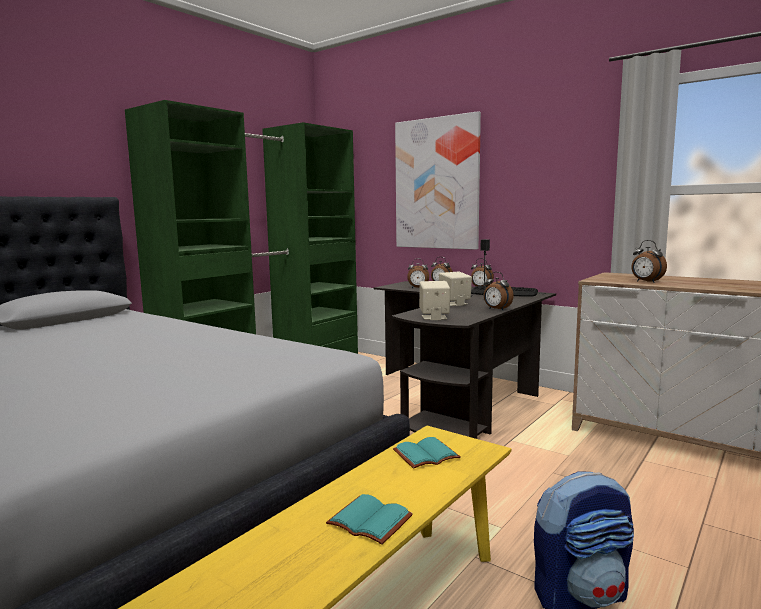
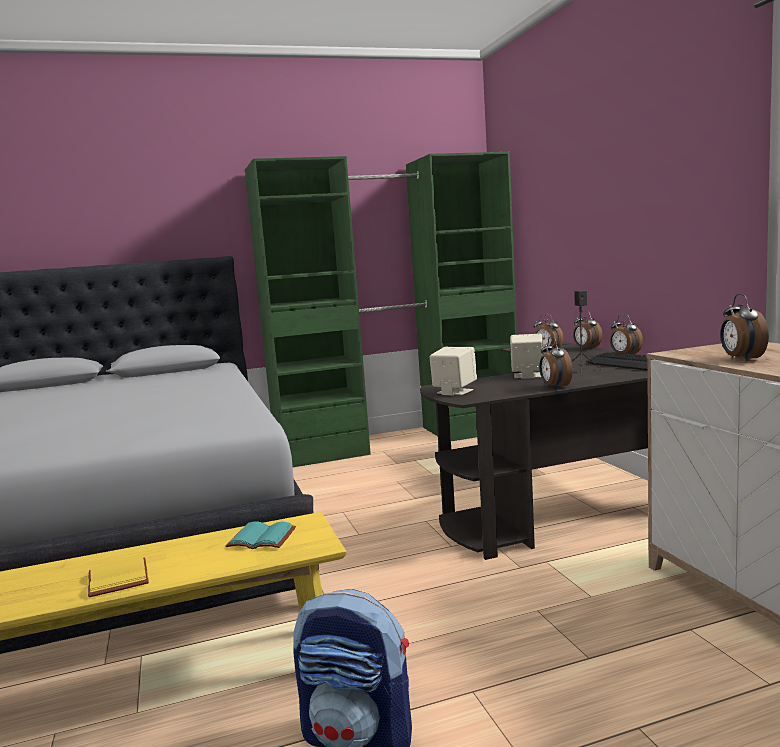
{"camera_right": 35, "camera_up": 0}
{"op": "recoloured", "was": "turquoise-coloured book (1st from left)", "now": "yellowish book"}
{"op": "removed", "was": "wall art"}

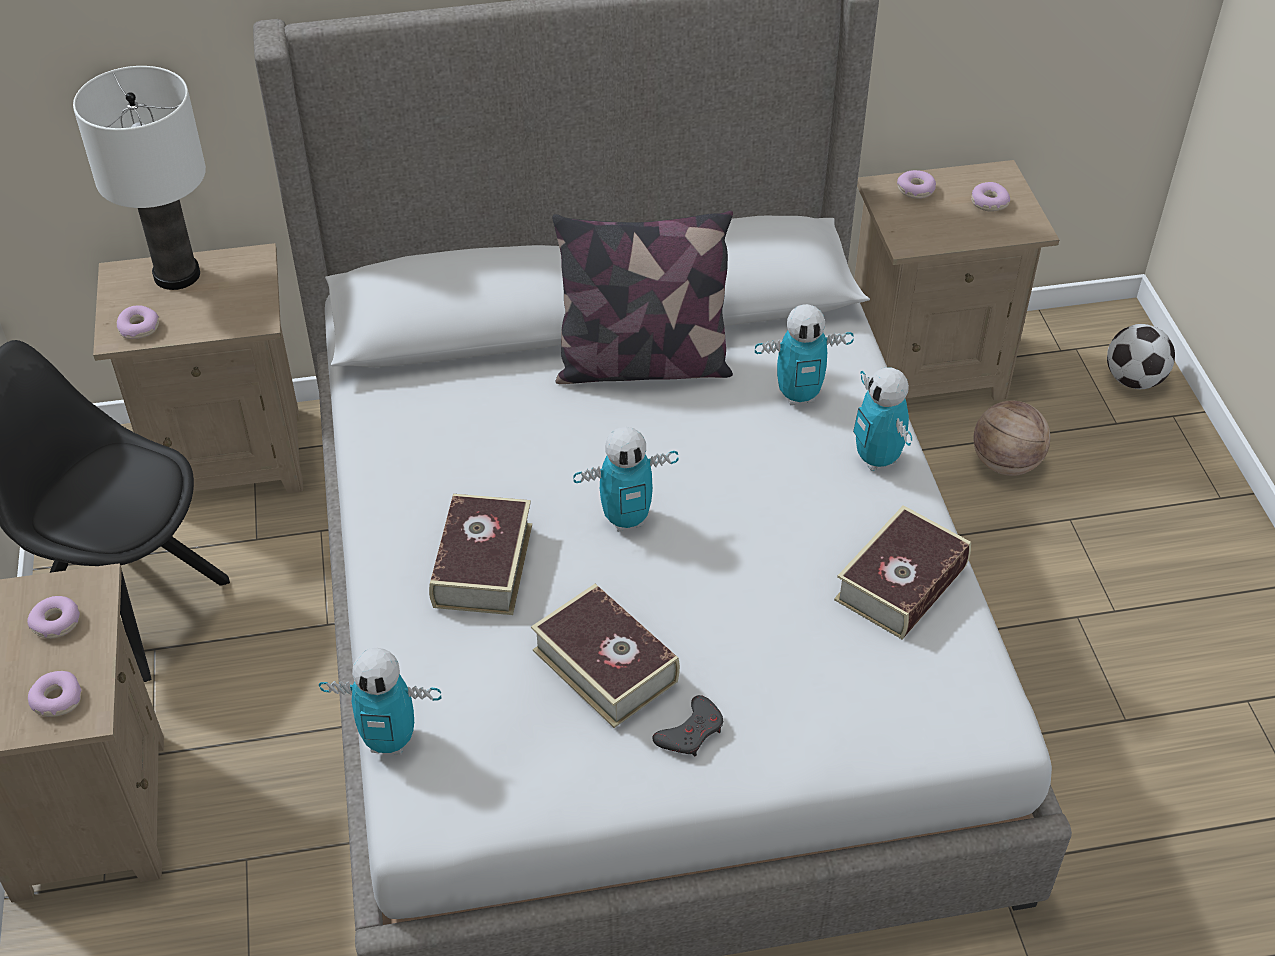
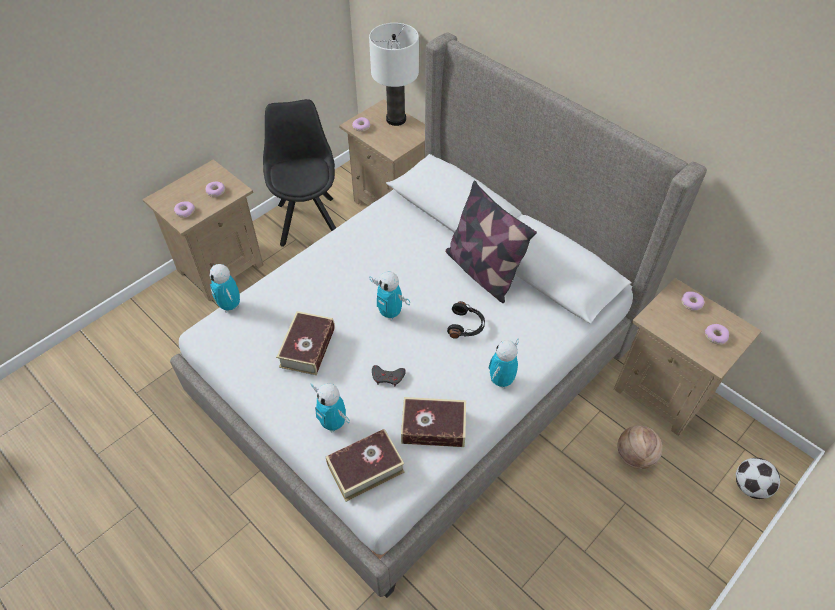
{"camera_right": 55, "camera_up": 5}
{"op": "moved", "was": "book (1st from left in the first image)", "now": "book (2nd from left)"}
{"op": "moved", "was": "gray game controller"}
{"op": "moved", "was": "model robot (3rd from left in the first image)", "now": "model robot (2nd from left)"}
{"op": "added", "now": "black headset"}

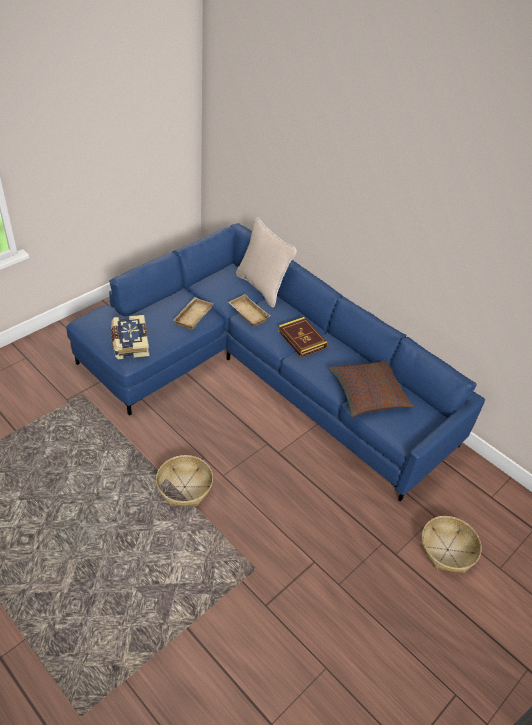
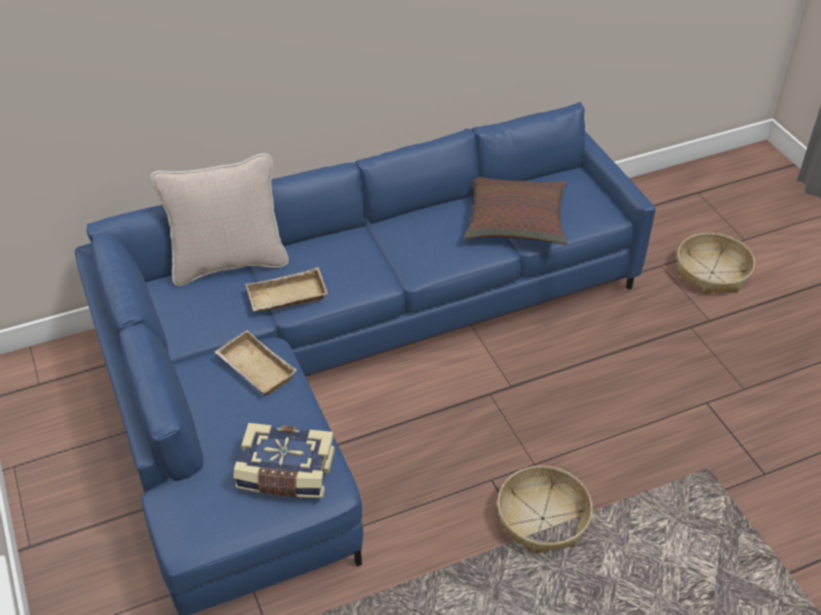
{"camera_right": -65, "camera_up": 0}
{"op": "removed", "was": "book (2nd from left)"}

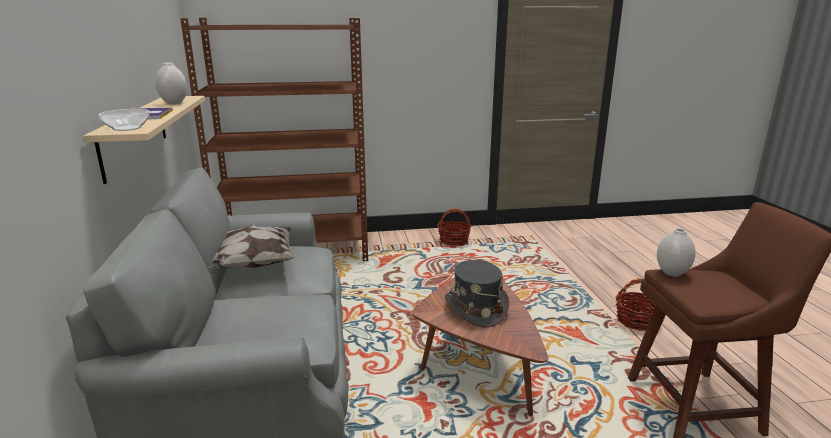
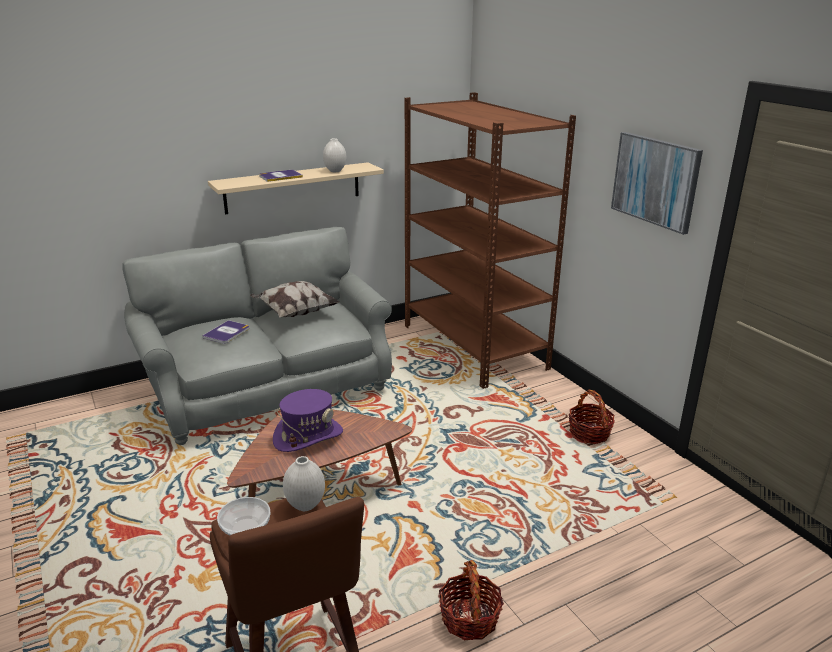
{"camera_right": 70, "camera_up": 5}
{"op": "moved", "was": "deep dish"}
{"op": "recoloured", "was": "gray hat", "now": "purple hat"}
{"op": "added", "now": "book (1st from left)"}
{"op": "added", "now": "wall art"}

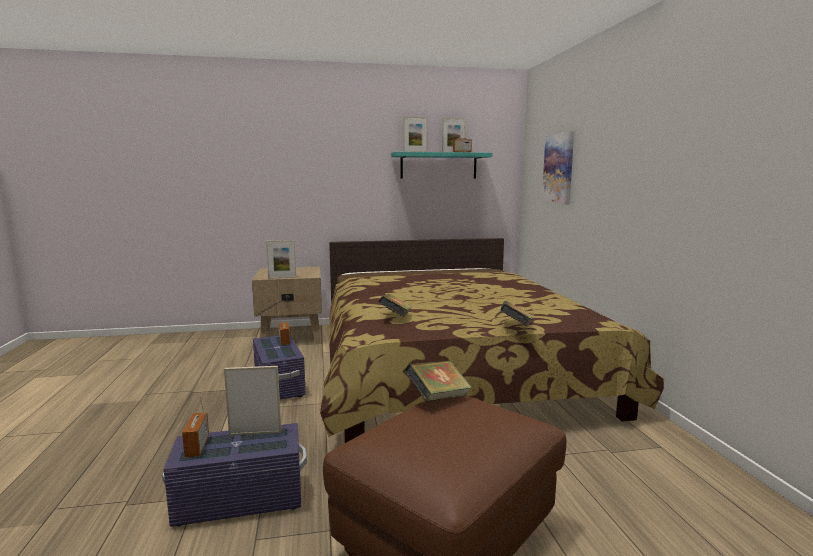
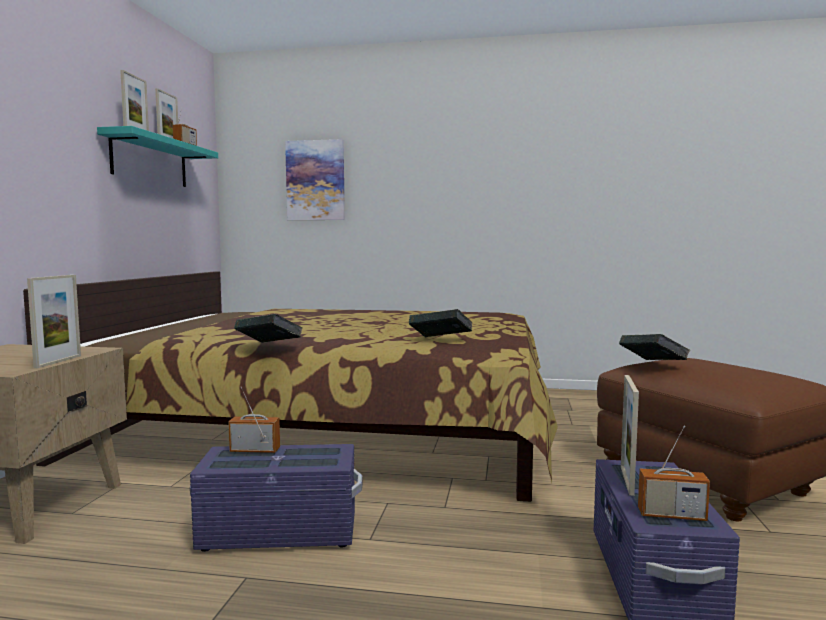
{"camera_right": -70, "camera_up": -5}
{"op": "moved", "was": "book (3rd from left in the first image)", "now": "book (1st from left)"}

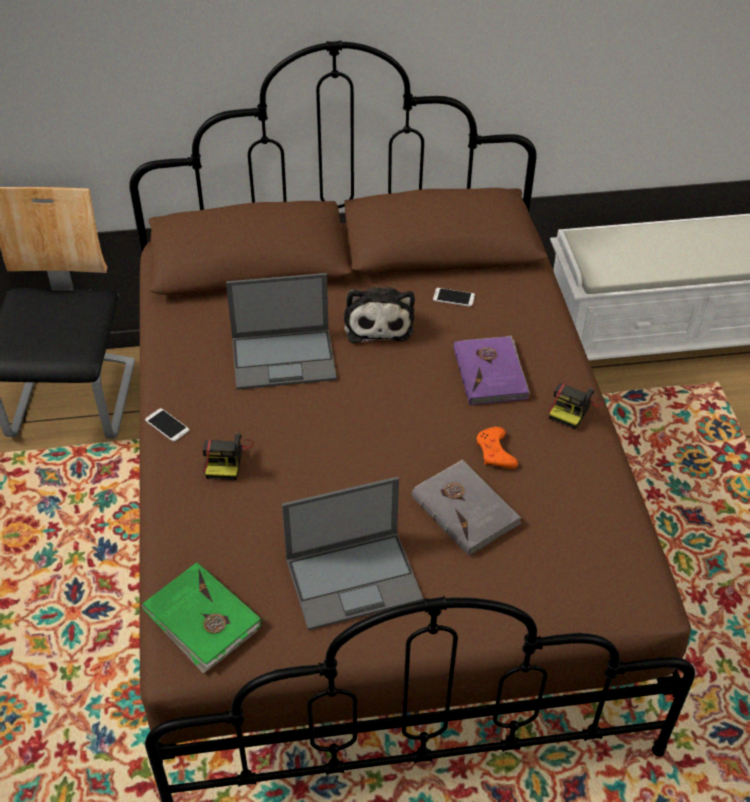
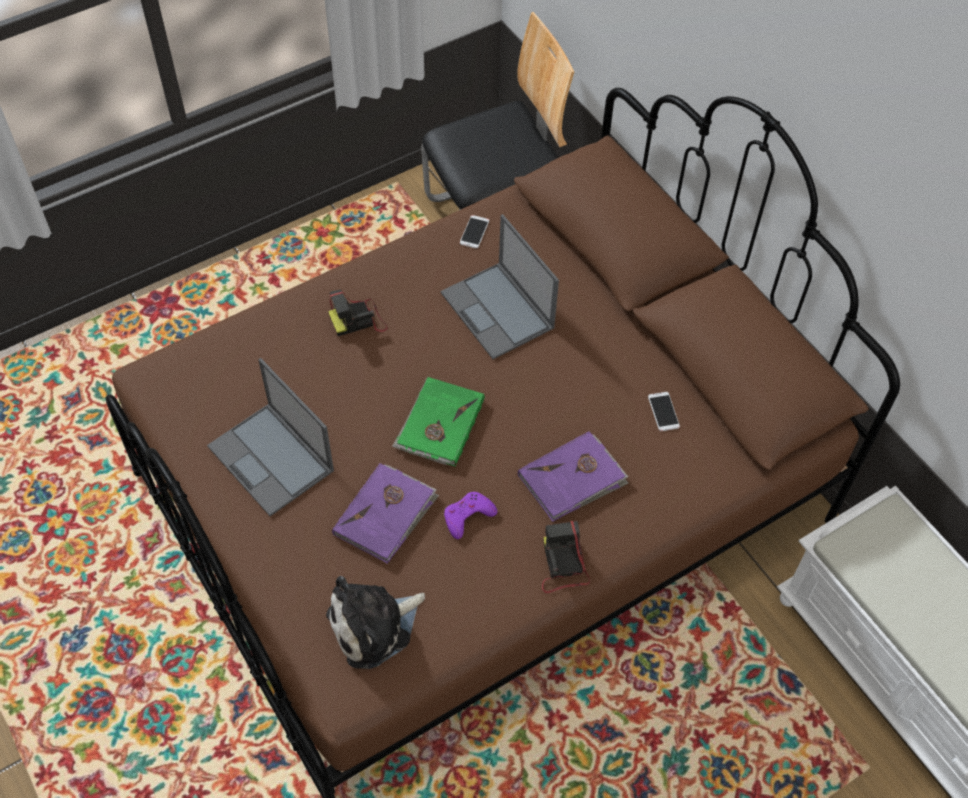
{"camera_right": 65, "camera_up": 10}
{"op": "moved", "was": "green-coloured book"}
{"op": "moved", "was": "telephone (1st from left)"}
{"op": "moved", "was": "plush toy"}
{"op": "recoloured", "was": "gray book", "now": "purple book (1st from left)"}
{"op": "recoloured", "was": "orangey game controller", "now": "purple game controller"}
{"op": "turned", "was": "still camera (2nd from left)", "clockwise": 75}

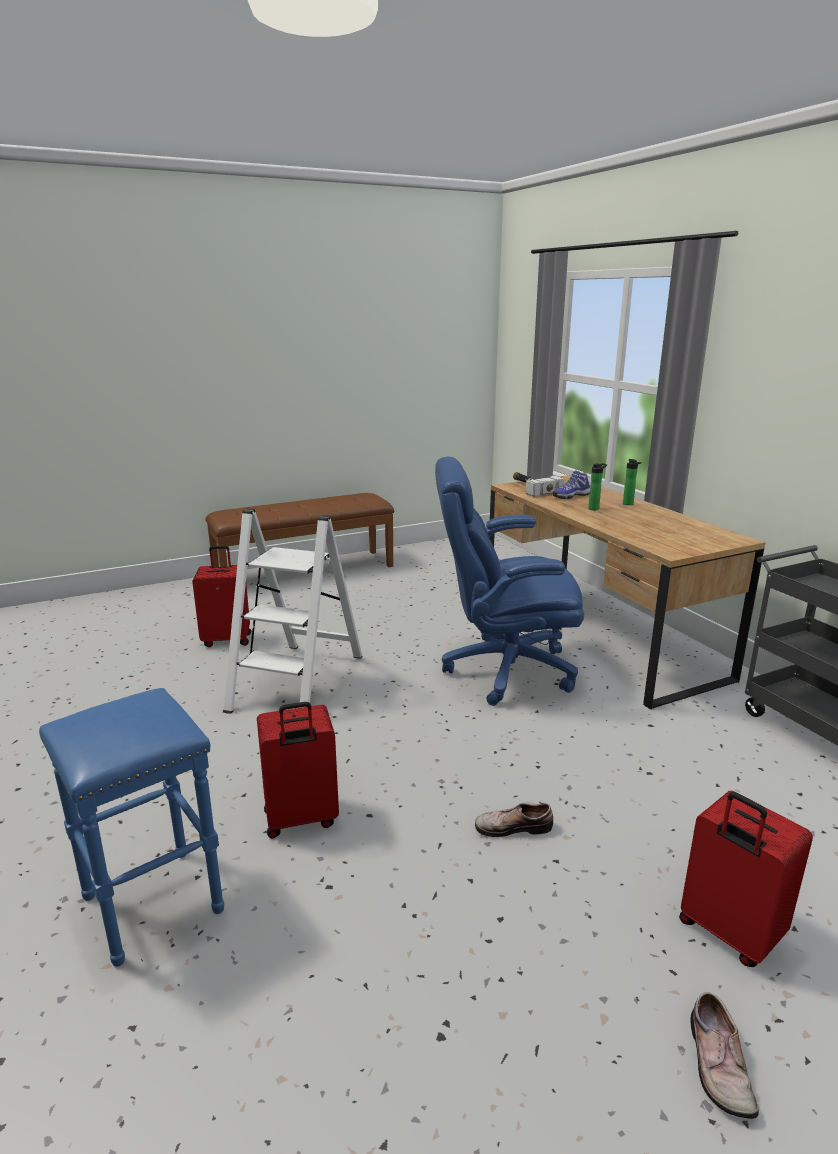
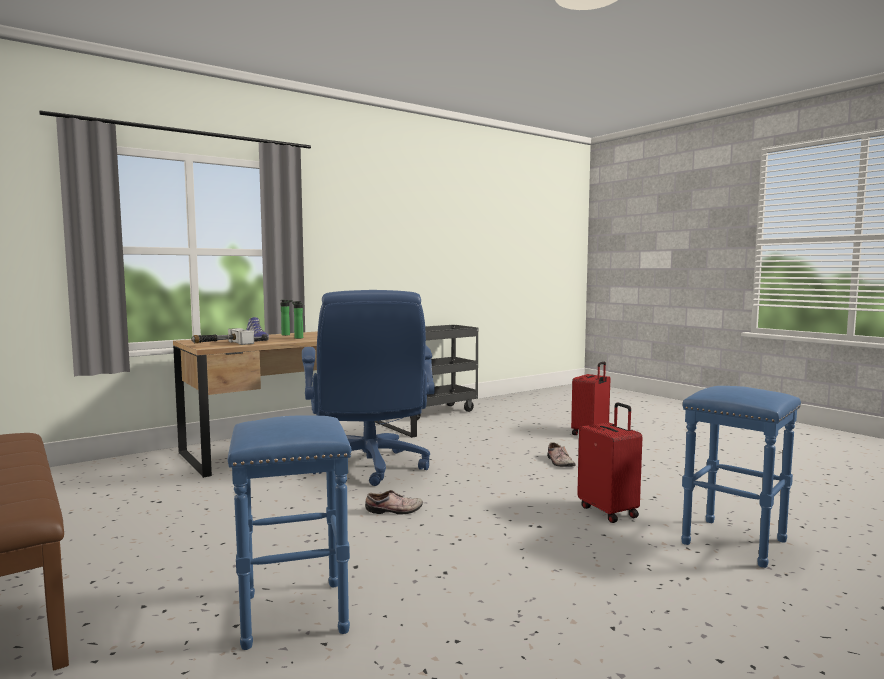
{"camera_right": -100, "camera_up": -15}
{"op": "replaced", "was": "reddish travel case (1st from left)", "now": "bluish sitting stool (1st from left)"}
{"op": "removed", "was": "whitish stepladder"}
{"op": "moved", "was": "item of footwear (3rd from left in the first image)", "now": "item of footwear (2nd from left)"}

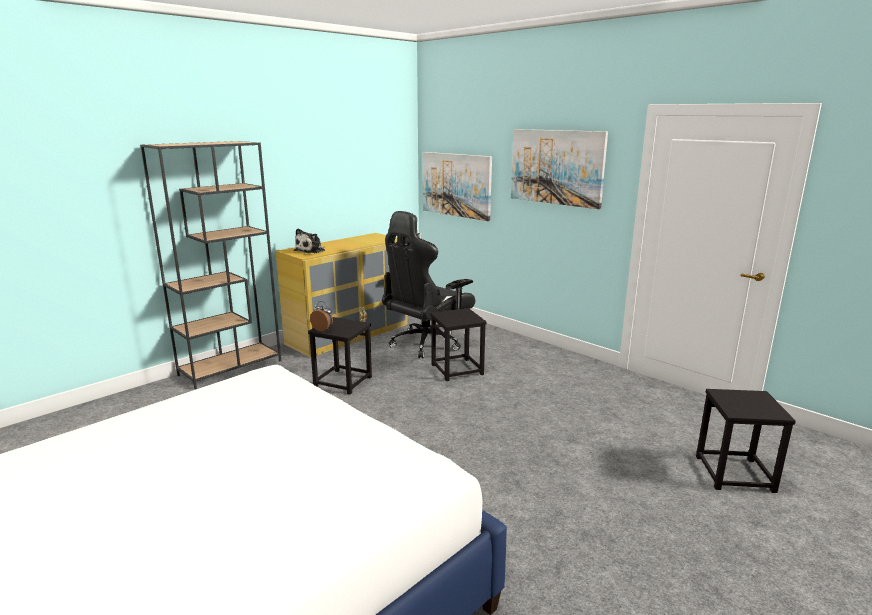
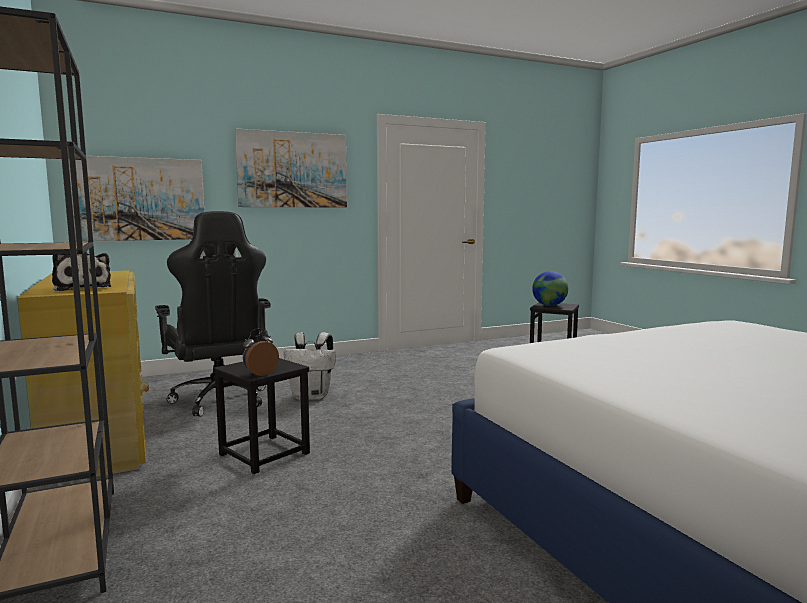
{"camera_right": -70, "camera_up": -10}
{"op": "replaced", "was": "black sitting stool (2nd from left)", "now": "whitish backpack"}
{"op": "added", "now": "desk globe"}

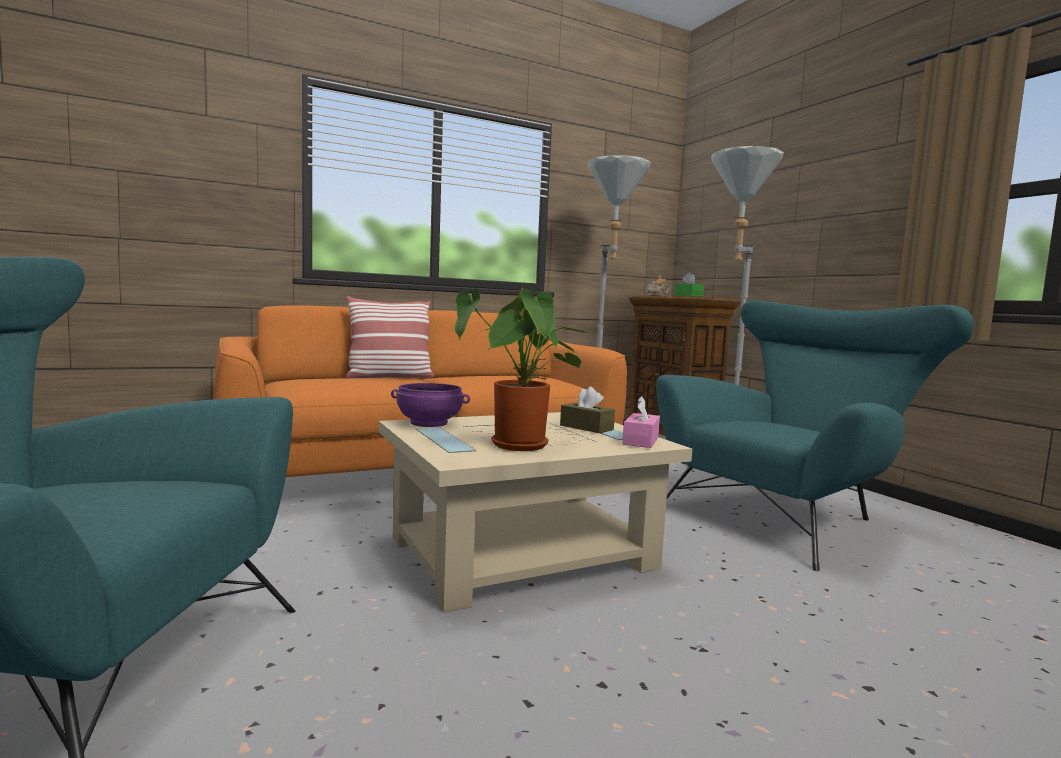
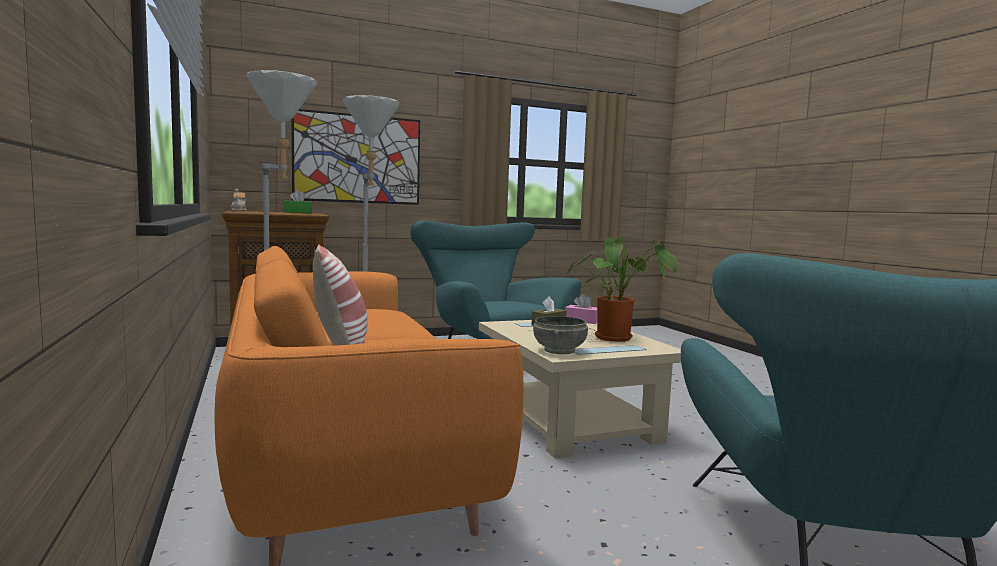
{"camera_right": -85, "camera_up": 0}
{"op": "recoloured", "was": "purple deep dish", "now": "gray deep dish"}
{"op": "added", "now": "wall art"}

